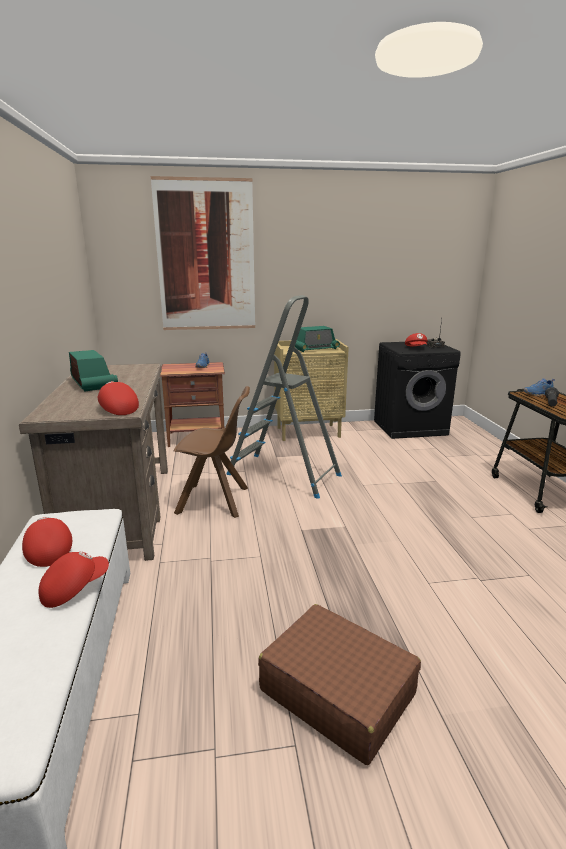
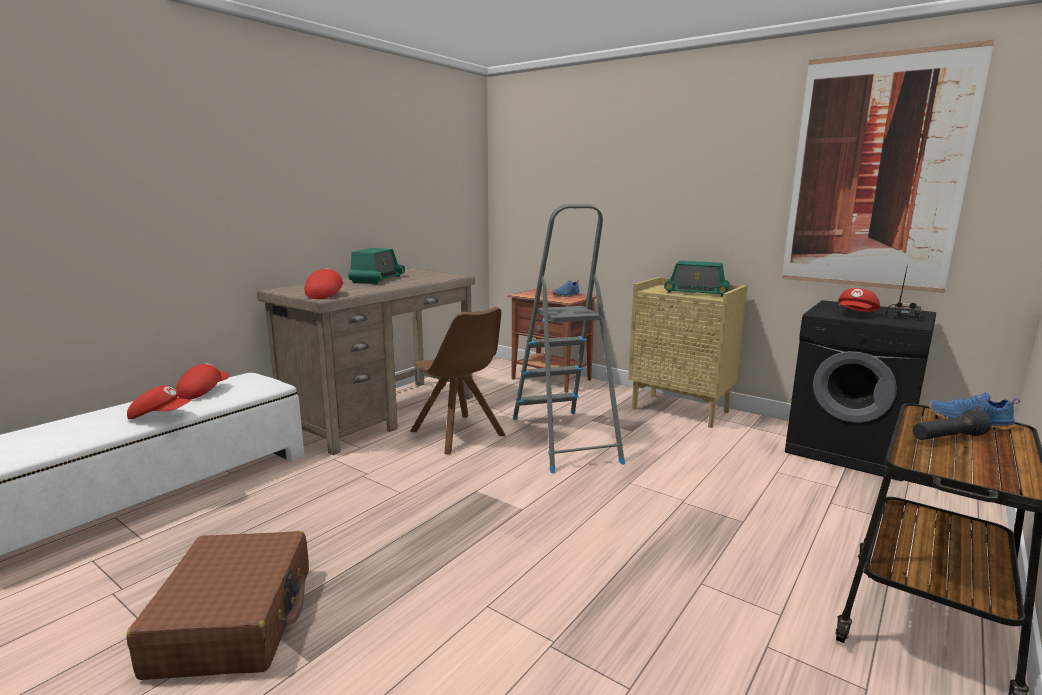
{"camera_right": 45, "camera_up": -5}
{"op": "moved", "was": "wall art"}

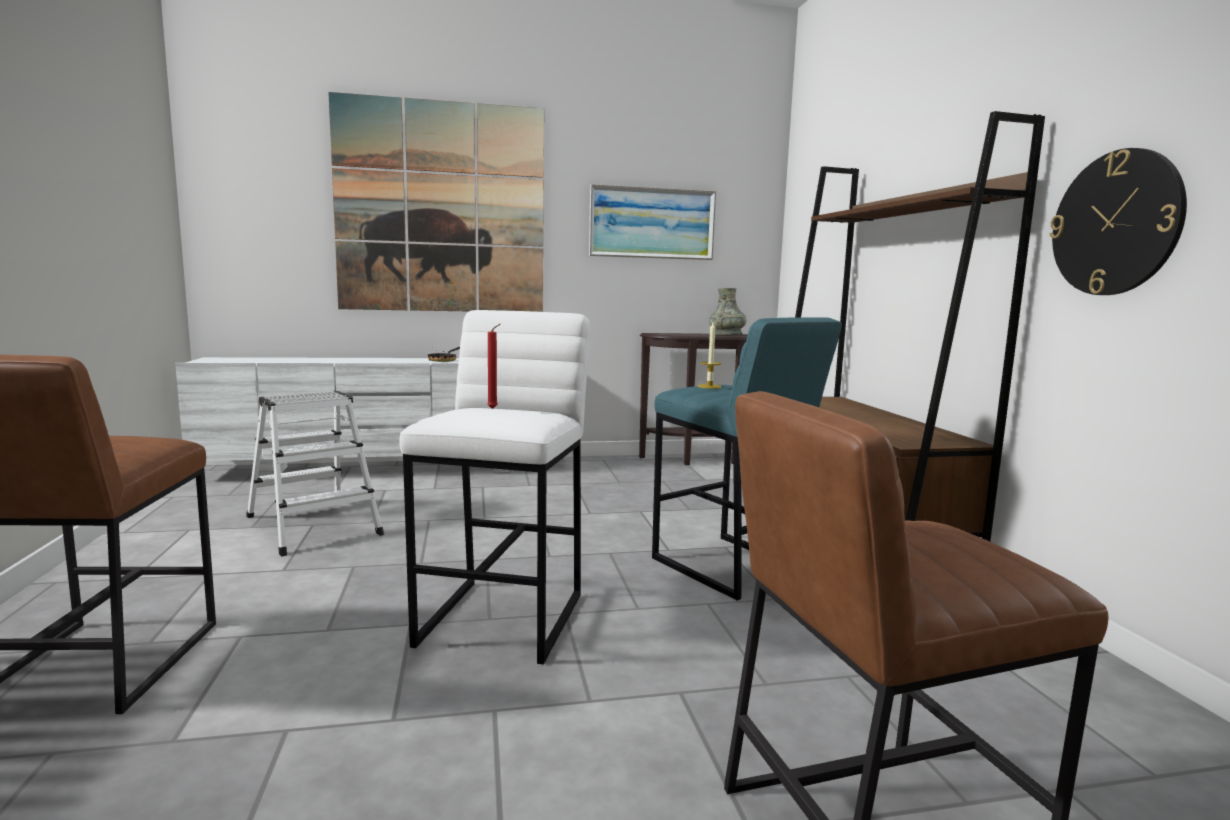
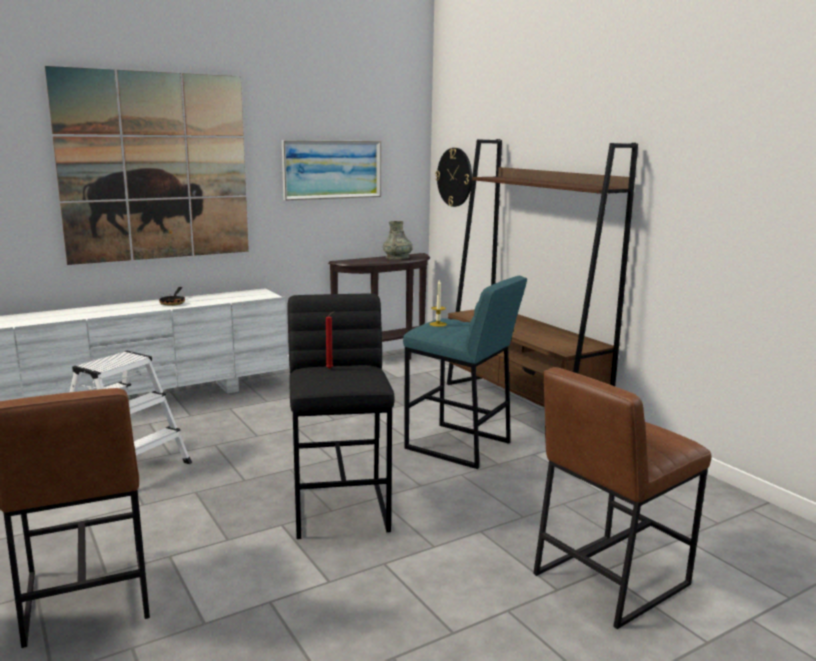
{"camera_right": -20, "camera_up": 5}
{"op": "recoloured", "was": "whitish sitting stool", "now": "black sitting stool"}
{"op": "moved", "was": "hanging clock"}

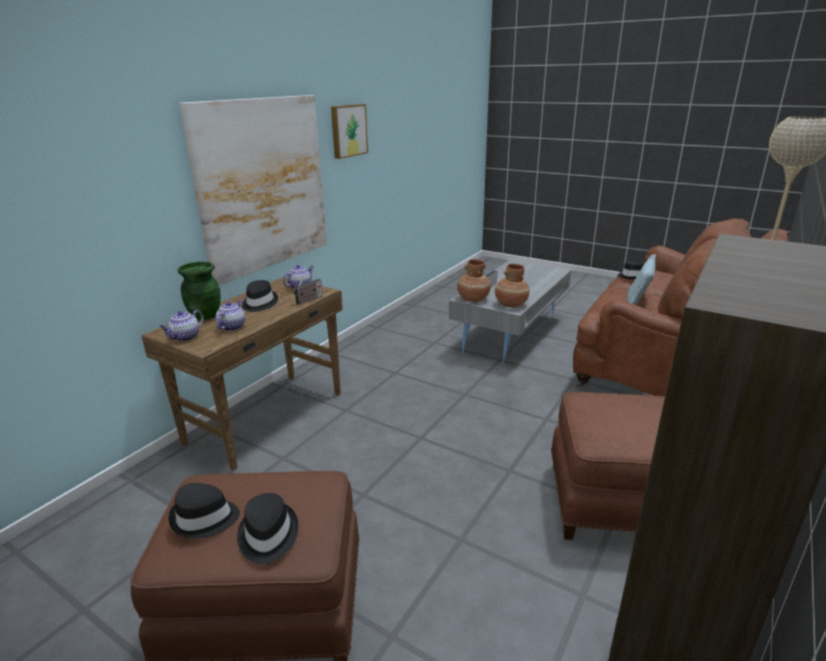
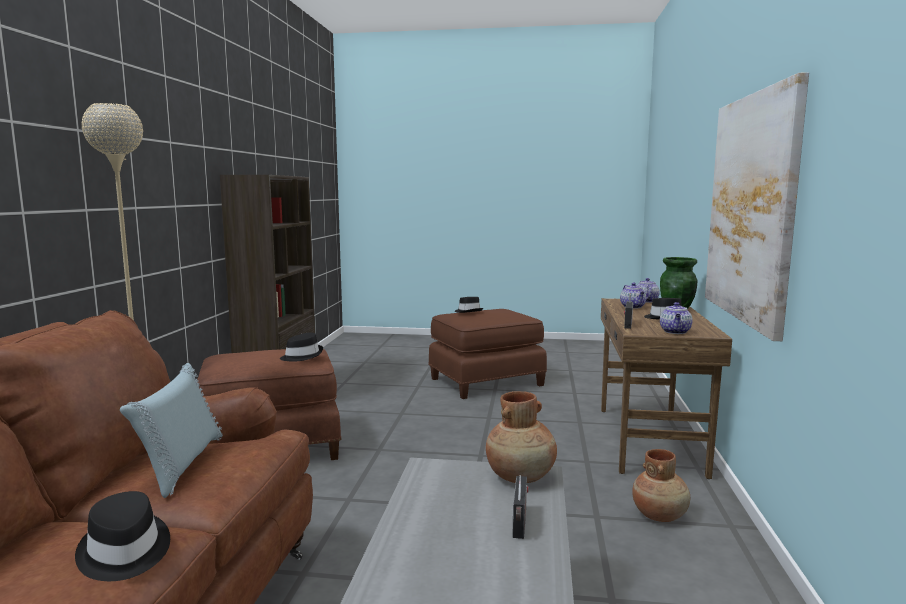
{"camera_right": 155, "camera_up": -15}
{"op": "moved", "was": "black hat (1st from left in the first image)", "now": "black hat (2nd from left)"}
{"op": "removed", "was": "wall art (2nd from left)"}
{"op": "moved", "was": "brownish vase (2nd from left)"}

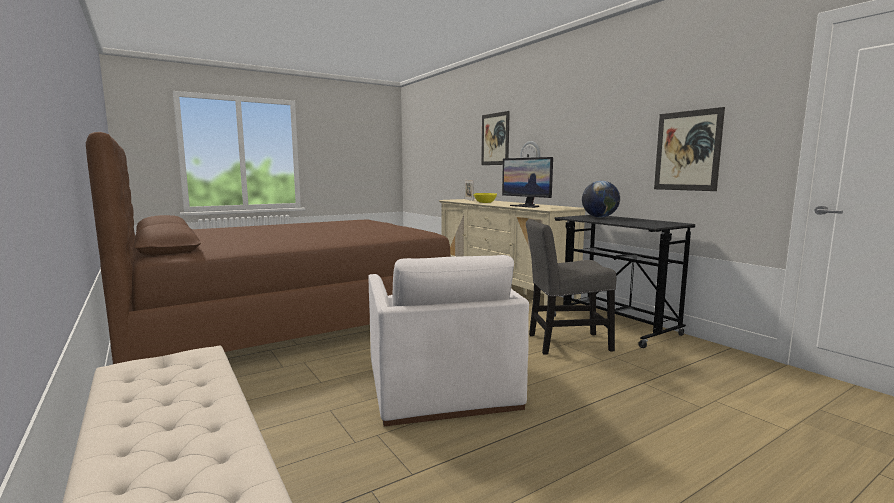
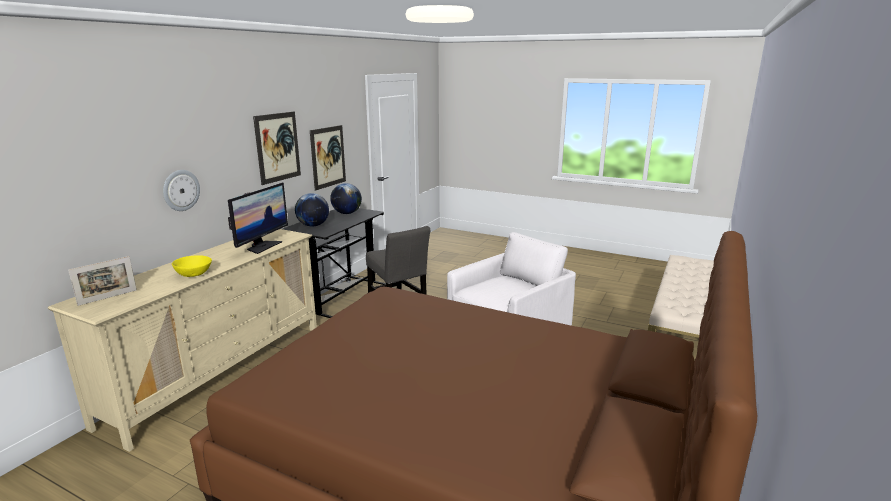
{"camera_right": -120, "camera_up": 10}
{"op": "moved", "was": "wall art (1st from left)"}
{"op": "added", "now": "desk globe (2nd from left)"}

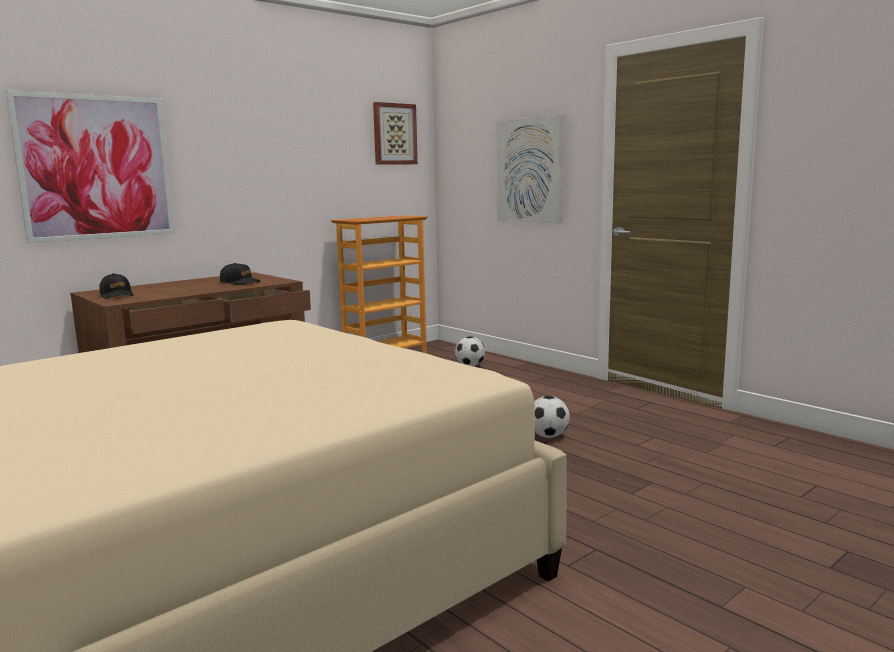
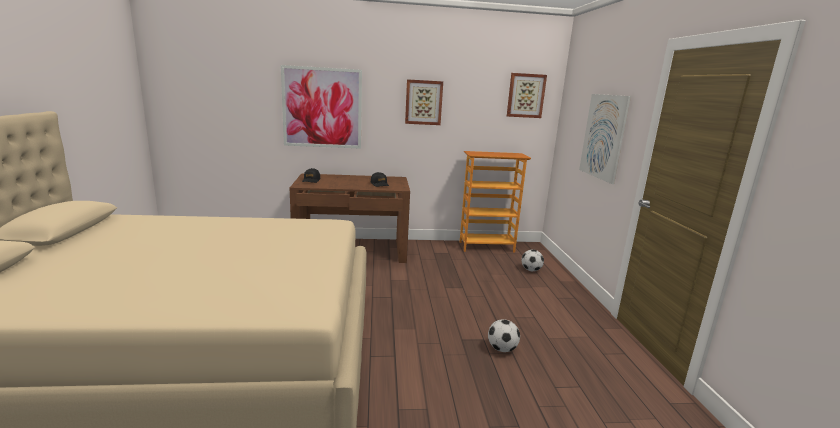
{"camera_right": 35, "camera_up": 5}
{"op": "added", "now": "wall art (2nd from left)"}

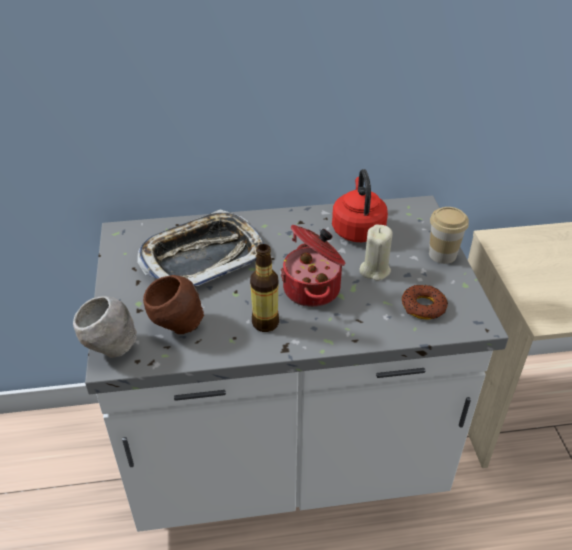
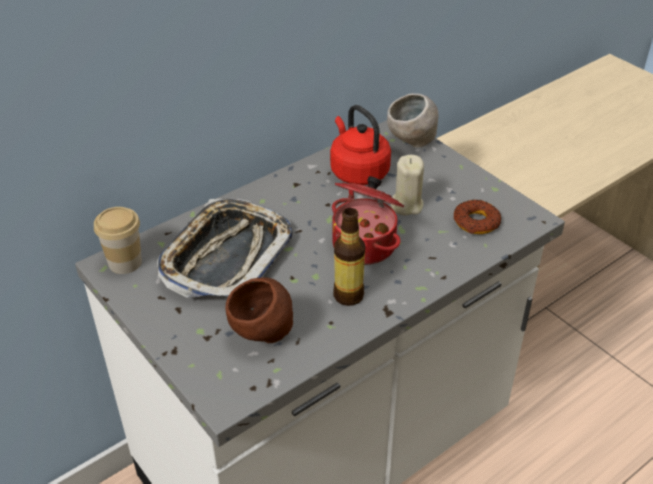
{"camera_right": -30, "camera_up": 0}
{"op": "moved", "was": "gray deep dish"}
{"op": "moved", "was": "cup"}

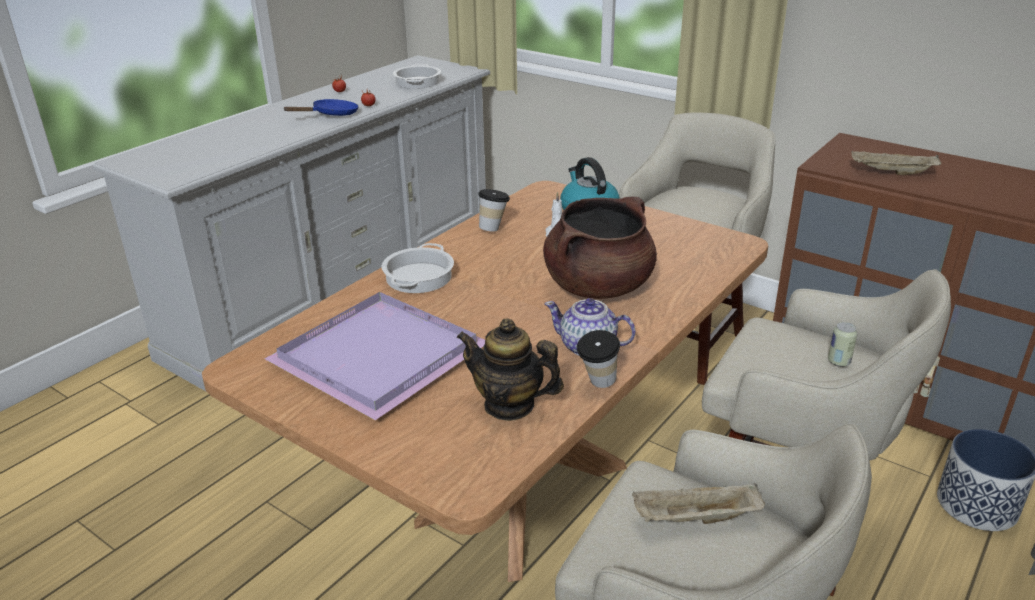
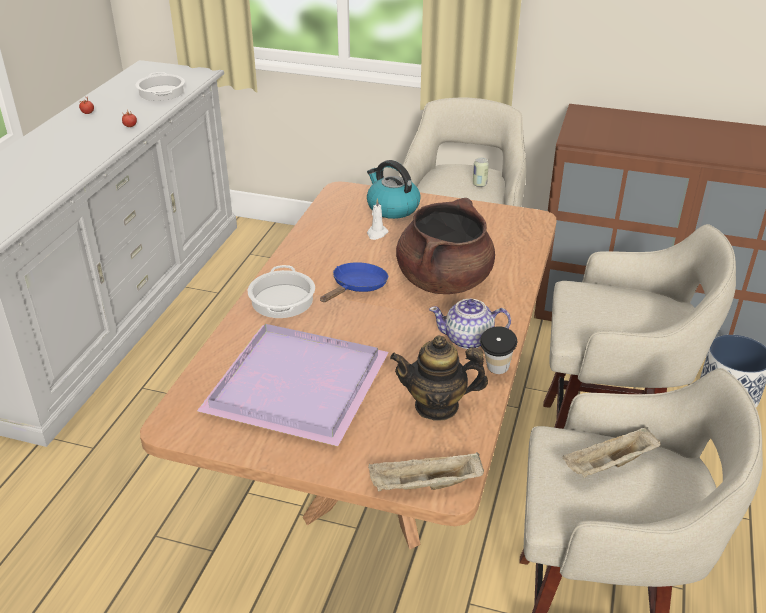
{"camera_right": -20, "camera_up": 5}
{"op": "moved", "was": "bluish pan"}
{"op": "removed", "was": "cup (1st from left)"}
{"op": "moved", "was": "can"}
{"op": "moved", "was": "beige-coloured tray (2nd from left in the first image)", "now": "beige-coloured tray (1st from left)"}

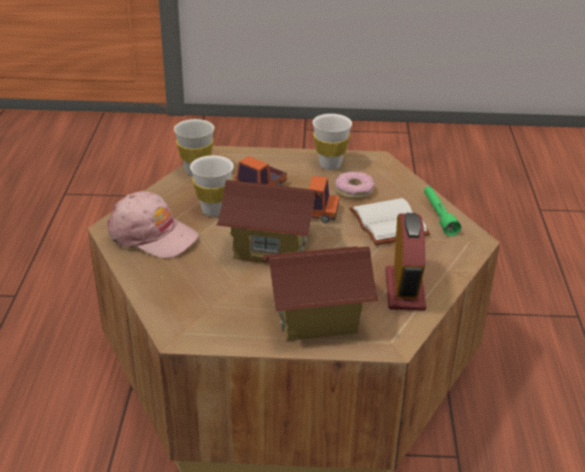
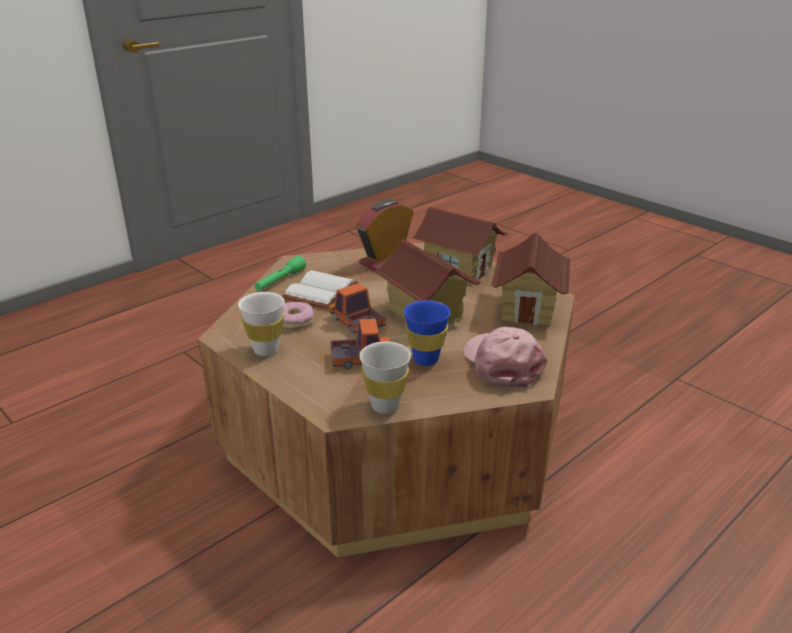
{"camera_right": -135, "camera_up": -5}
{"op": "recoloured", "was": "whitish cup (2nd from left)", "now": "bluish cup"}
{"op": "added", "now": "toy house (3rd from left)"}

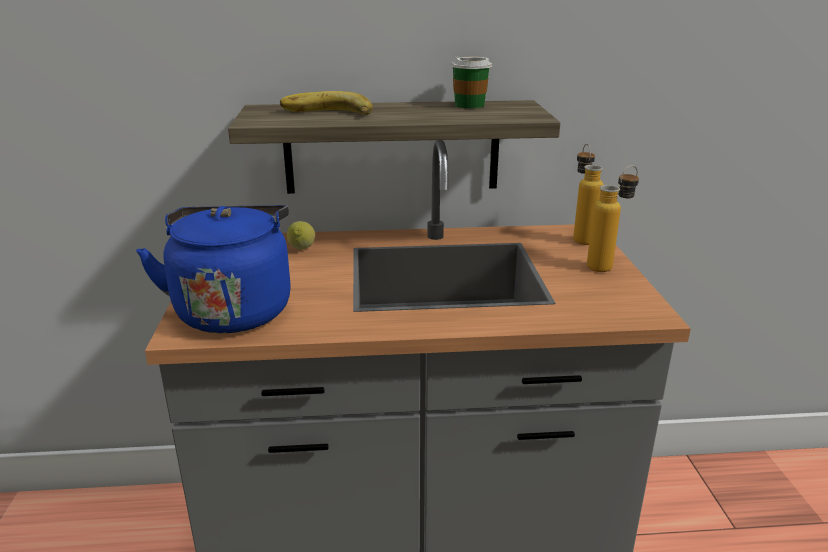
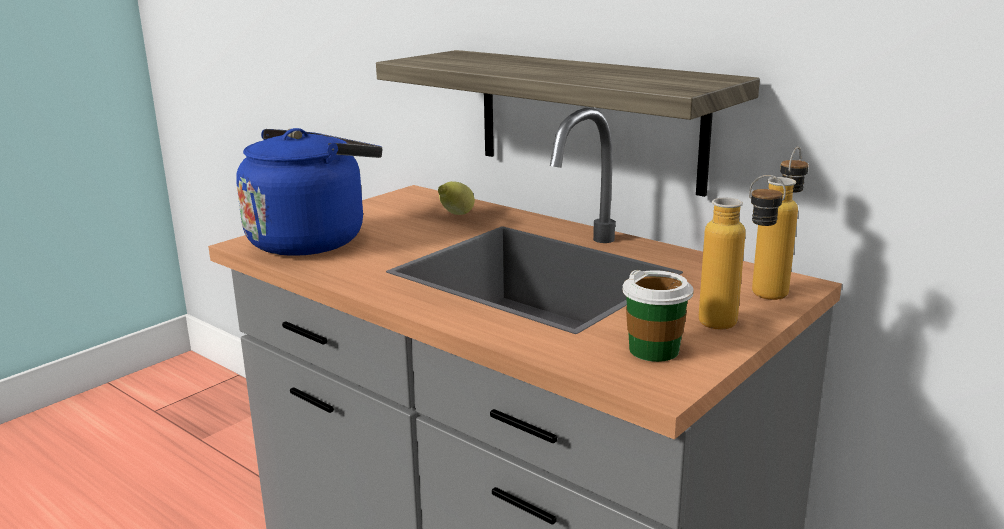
{"camera_right": 45, "camera_up": -5}
{"op": "removed", "was": "banana"}
{"op": "moved", "was": "cup"}

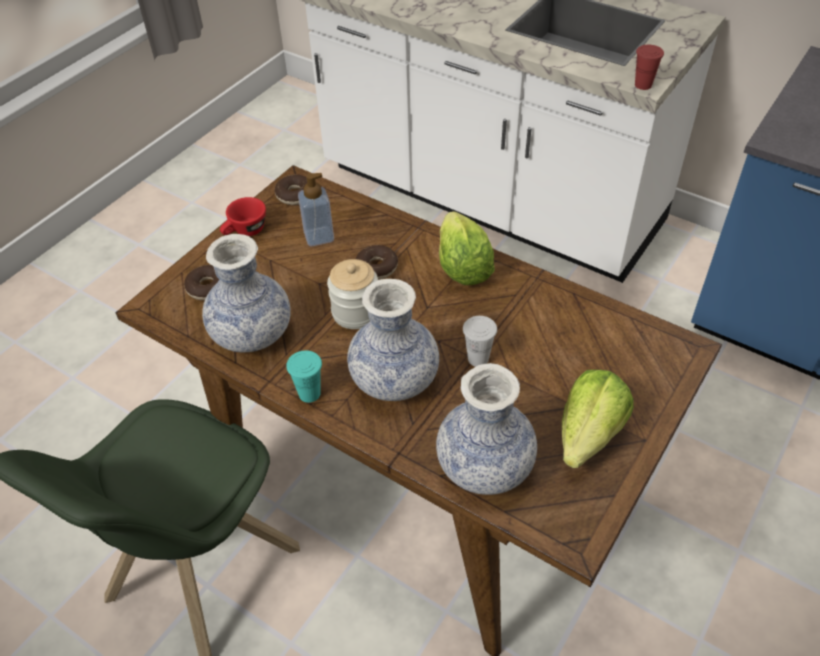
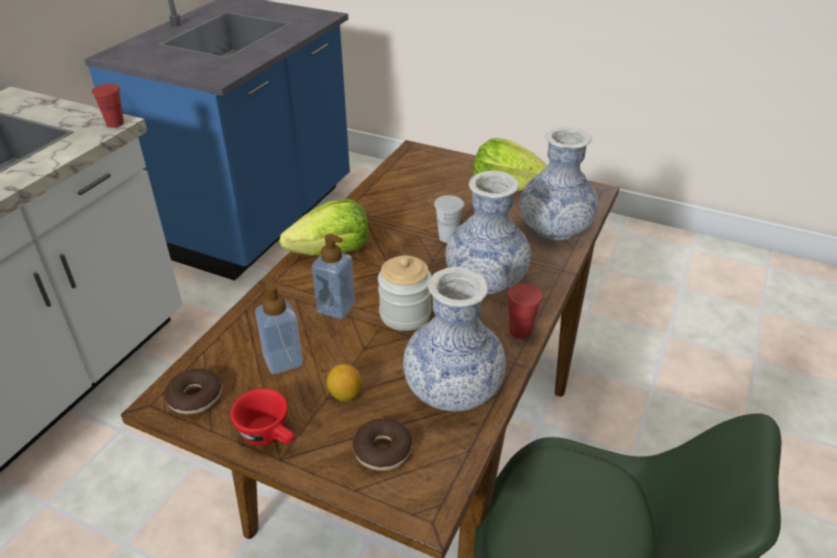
{"camera_right": -100, "camera_up": -10}
{"op": "recoloured", "was": "turquoise-coloured cup", "now": "reddish cup (3rd from left)"}
{"op": "replaced", "was": "ring doughnut (3rd from left)", "now": "liquid soap bottle (2nd from left)"}
{"op": "added", "now": "whole lemon"}

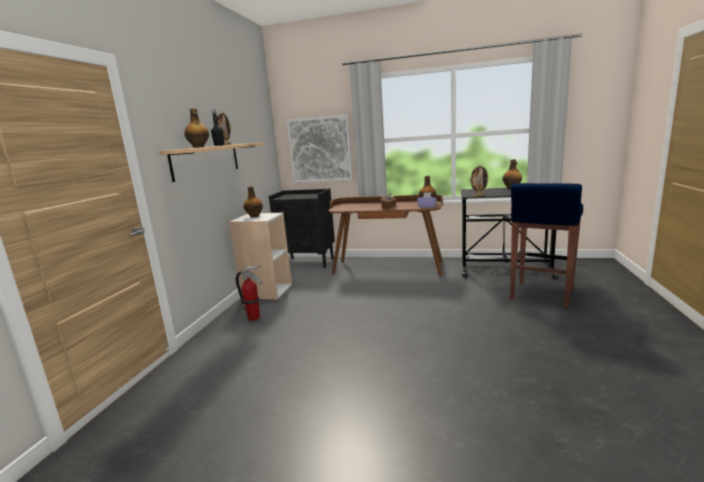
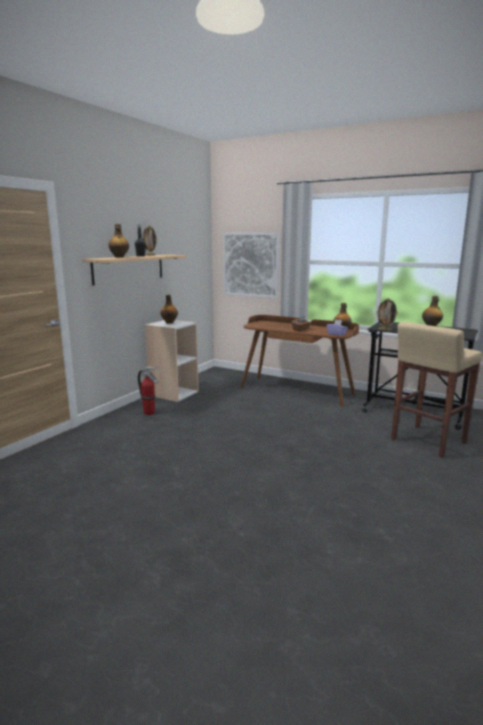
{"camera_right": 15, "camera_up": 0}
{"op": "removed", "was": "black cupboard"}
{"op": "recoloured", "was": "bluish sitting stool", "now": "beige-coloured sitting stool"}

